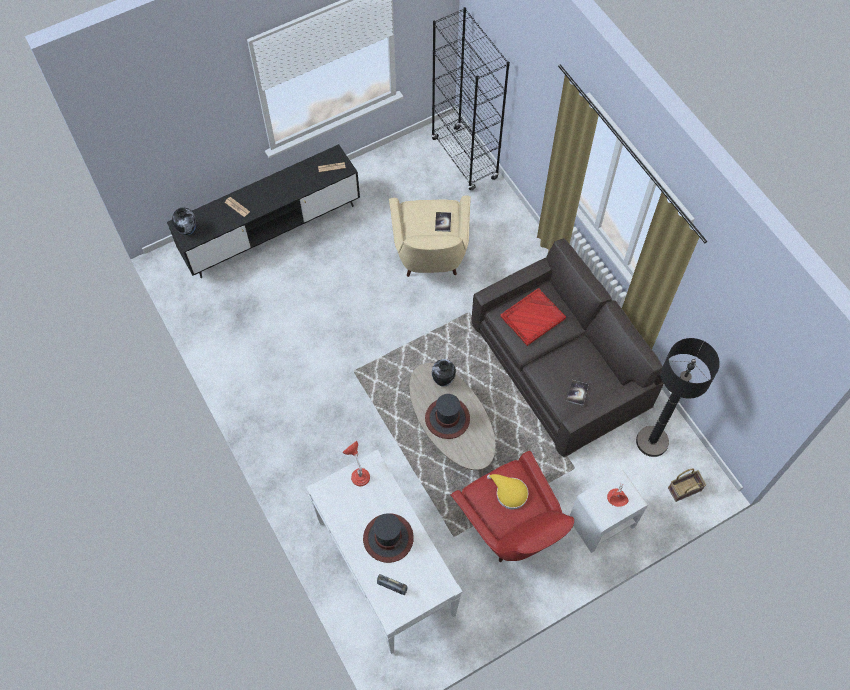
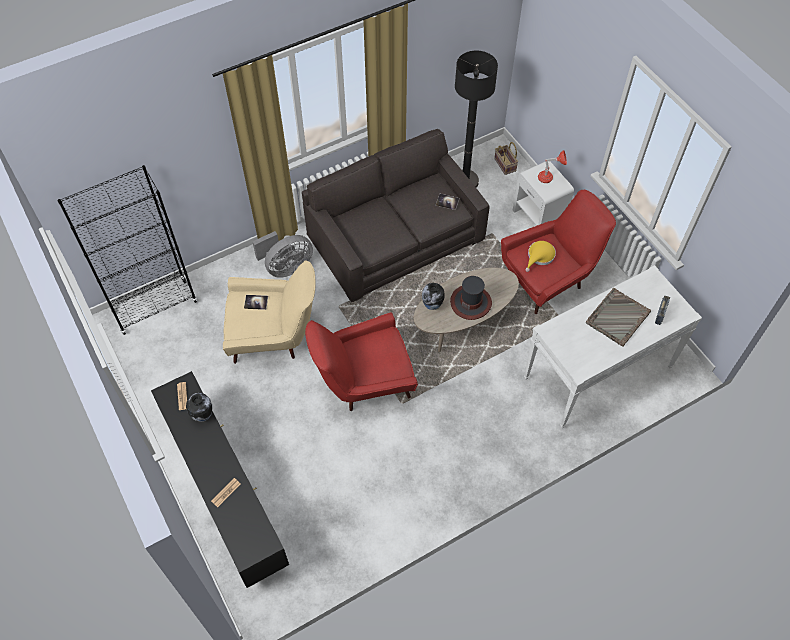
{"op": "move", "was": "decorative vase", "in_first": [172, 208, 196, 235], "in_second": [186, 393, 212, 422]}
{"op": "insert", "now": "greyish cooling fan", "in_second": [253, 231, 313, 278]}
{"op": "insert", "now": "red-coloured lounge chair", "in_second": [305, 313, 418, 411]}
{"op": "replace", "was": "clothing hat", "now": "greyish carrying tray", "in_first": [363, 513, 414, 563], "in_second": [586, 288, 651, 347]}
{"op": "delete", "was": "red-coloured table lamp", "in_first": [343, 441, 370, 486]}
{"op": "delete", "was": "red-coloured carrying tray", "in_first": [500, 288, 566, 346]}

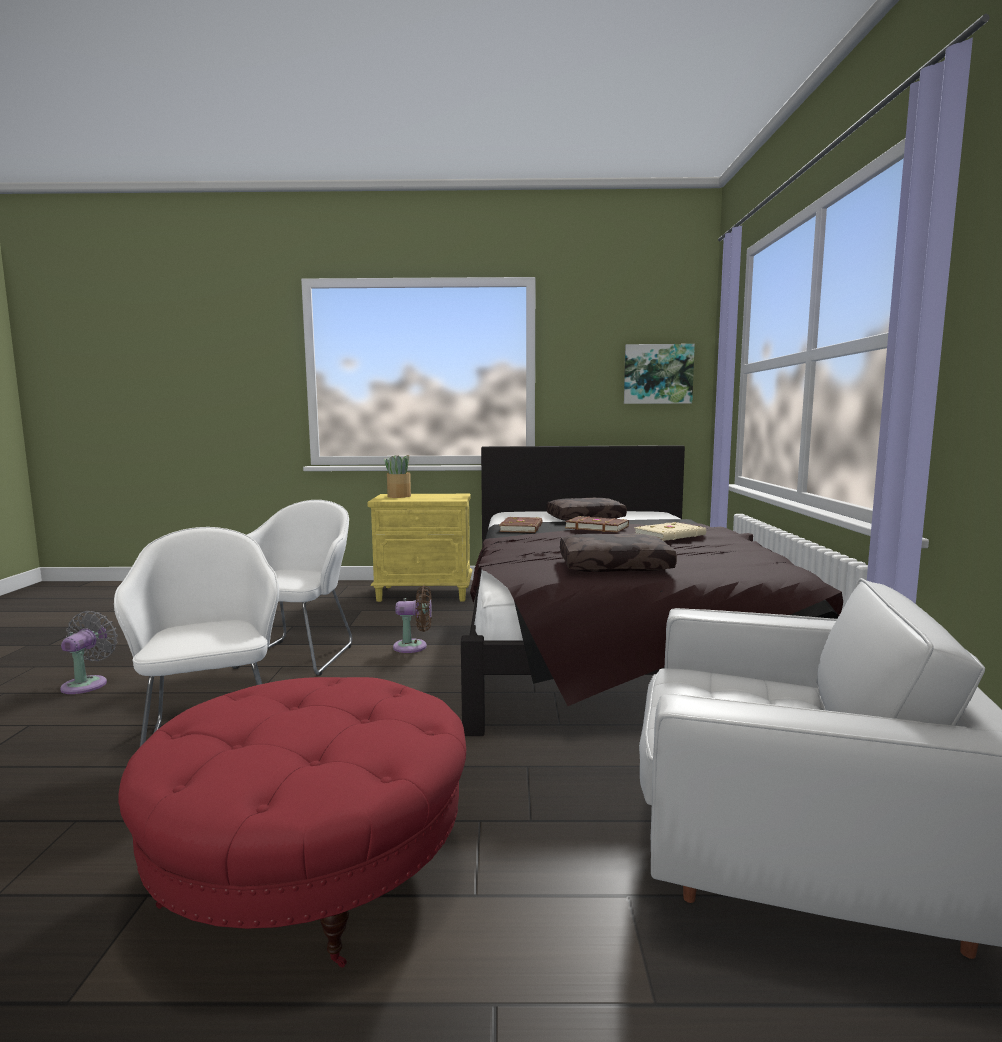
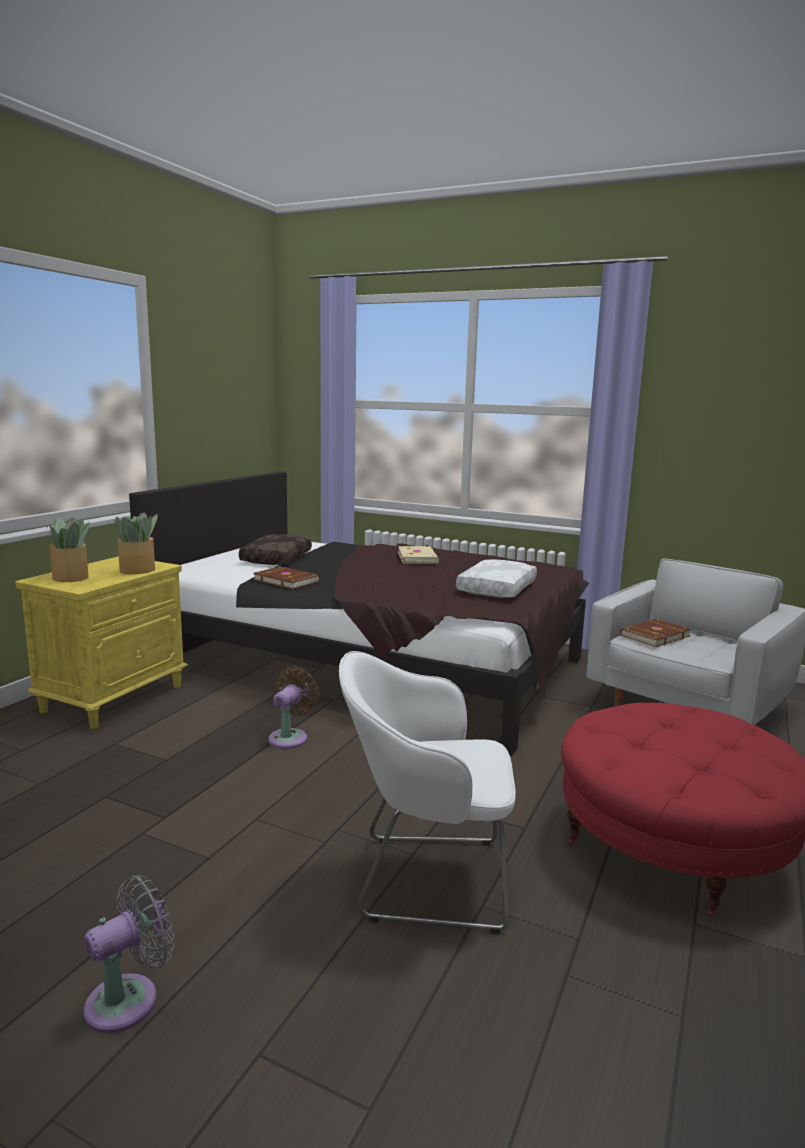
{"op": "rotate", "was": "greyish cooling fan", "in_first": [60, 611, 118, 694], "in_second": [83, 875, 174, 1033], "clockwise": 105}
{"op": "insert", "now": "potted plant", "in_second": [115, 512, 158, 574]}
{"op": "recolor", "was": "brownish throw pillow", "now": "whitish throw pillow", "in_first": [560, 533, 677, 572], "in_second": [456, 559, 537, 598]}
{"op": "move", "was": "brownish bound book", "in_first": [565, 516, 629, 532], "in_second": [620, 619, 691, 647]}
{"op": "delete", "was": "whitish lounge chair", "in_first": [232, 500, 352, 676]}
{"op": "delete", "was": "wall picture", "in_first": [624, 344, 695, 404]}

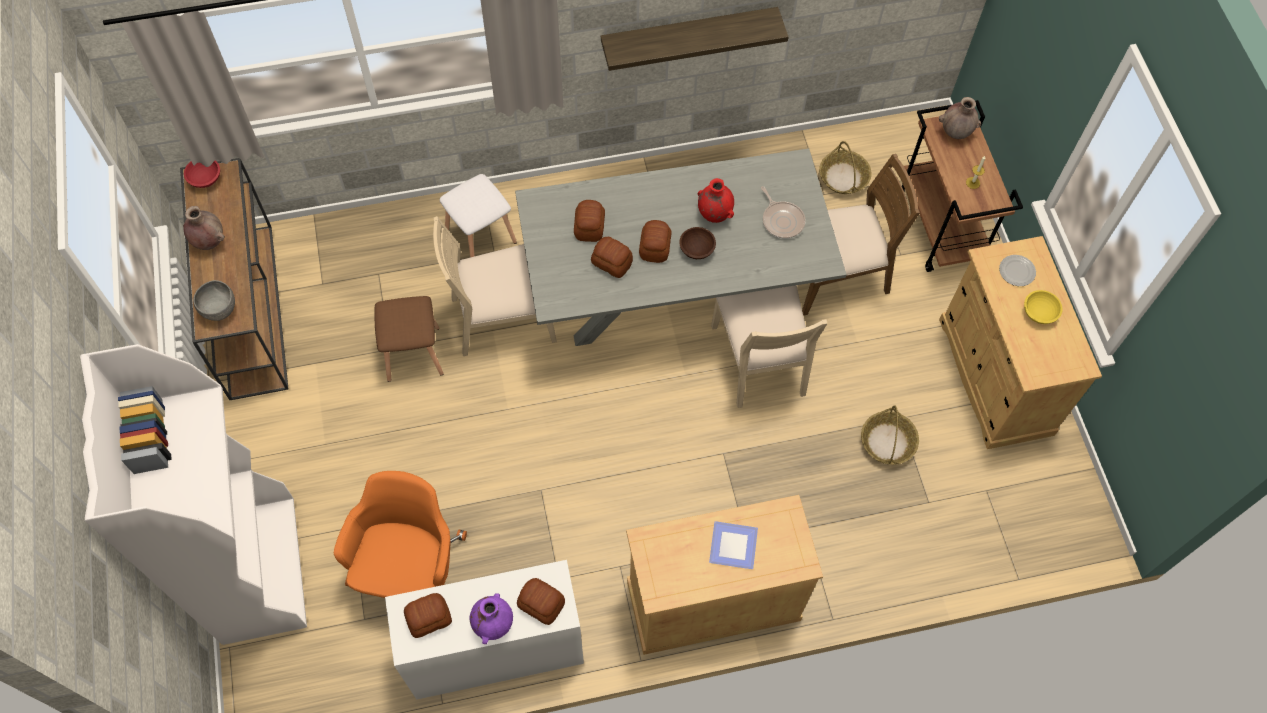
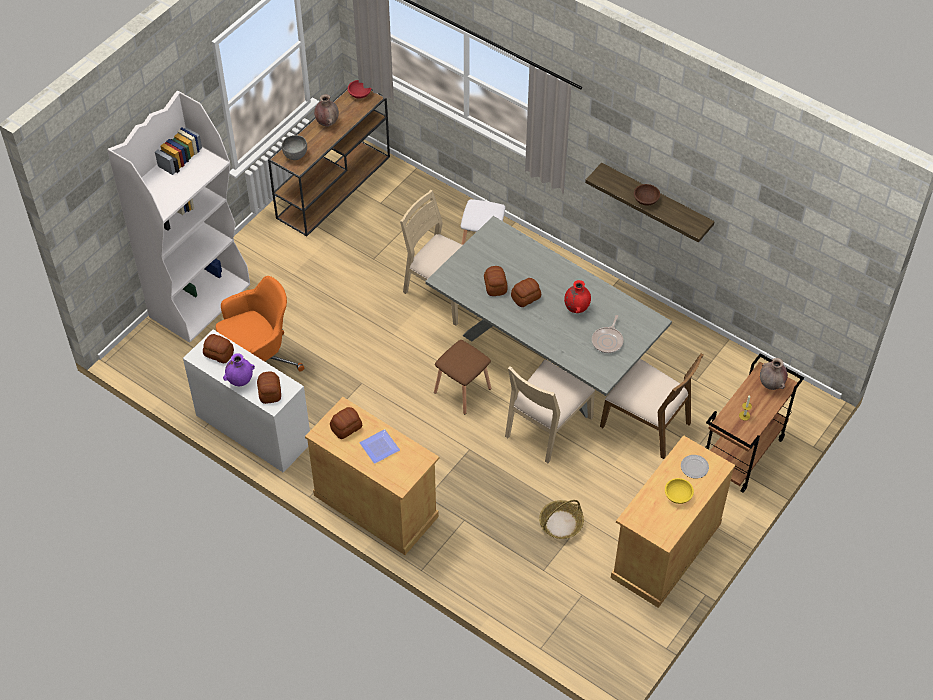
{"op": "move", "was": "baked bread", "in_first": [574, 200, 605, 242], "in_second": [330, 407, 362, 439]}
{"op": "move", "was": "brownish sitting stool", "in_first": [374, 296, 443, 382], "in_second": [434, 340, 491, 414]}
{"op": "move", "was": "brownish serving bowl", "in_first": [679, 227, 716, 259], "in_second": [634, 184, 660, 206]}
{"op": "delete", "was": "household basket", "in_first": [819, 141, 872, 194]}

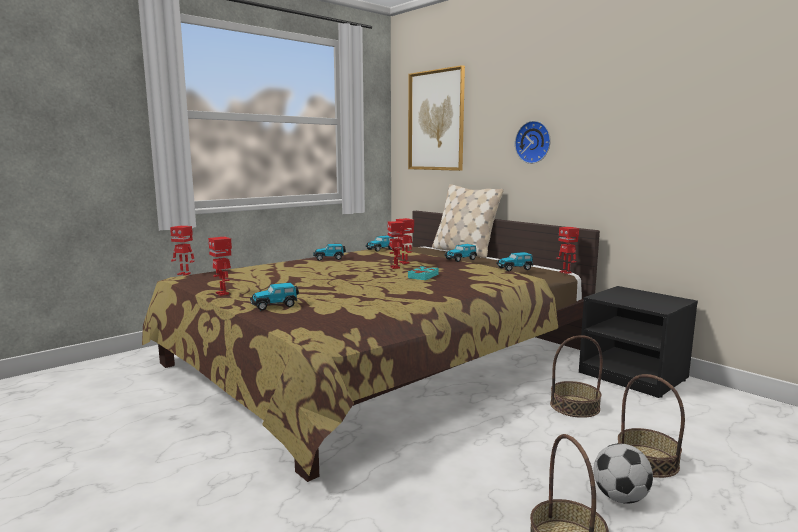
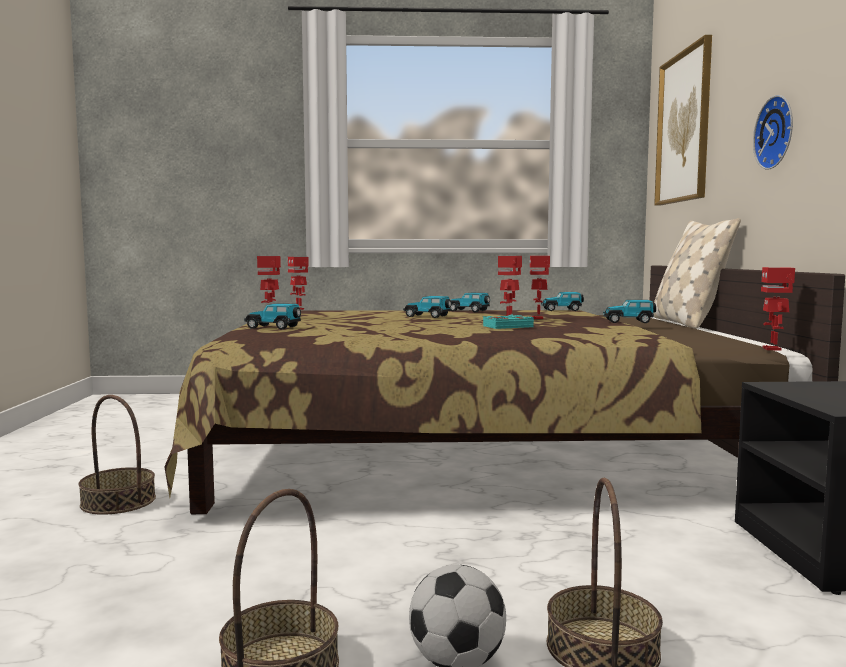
{"op": "move", "was": "household basket", "in_first": [550, 335, 603, 418], "in_second": [78, 395, 156, 515]}
{"op": "move", "was": "miniature car", "in_first": [496, 252, 533, 271], "in_second": [403, 296, 451, 318]}

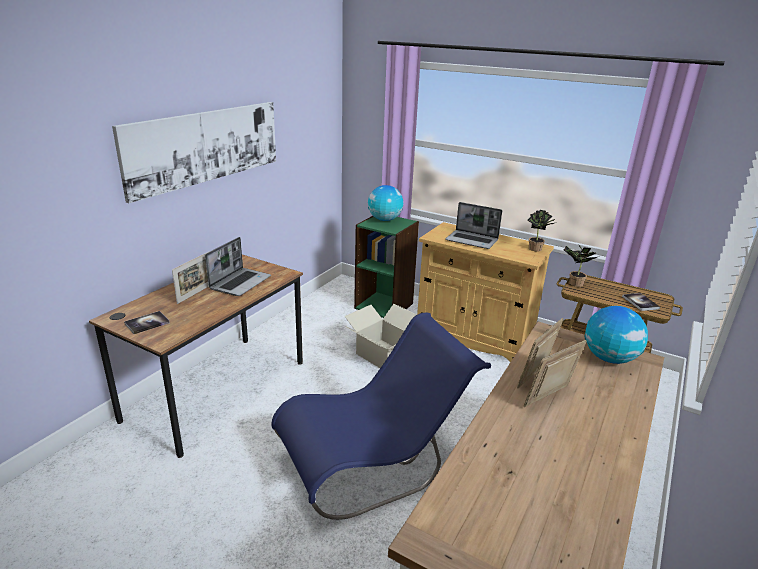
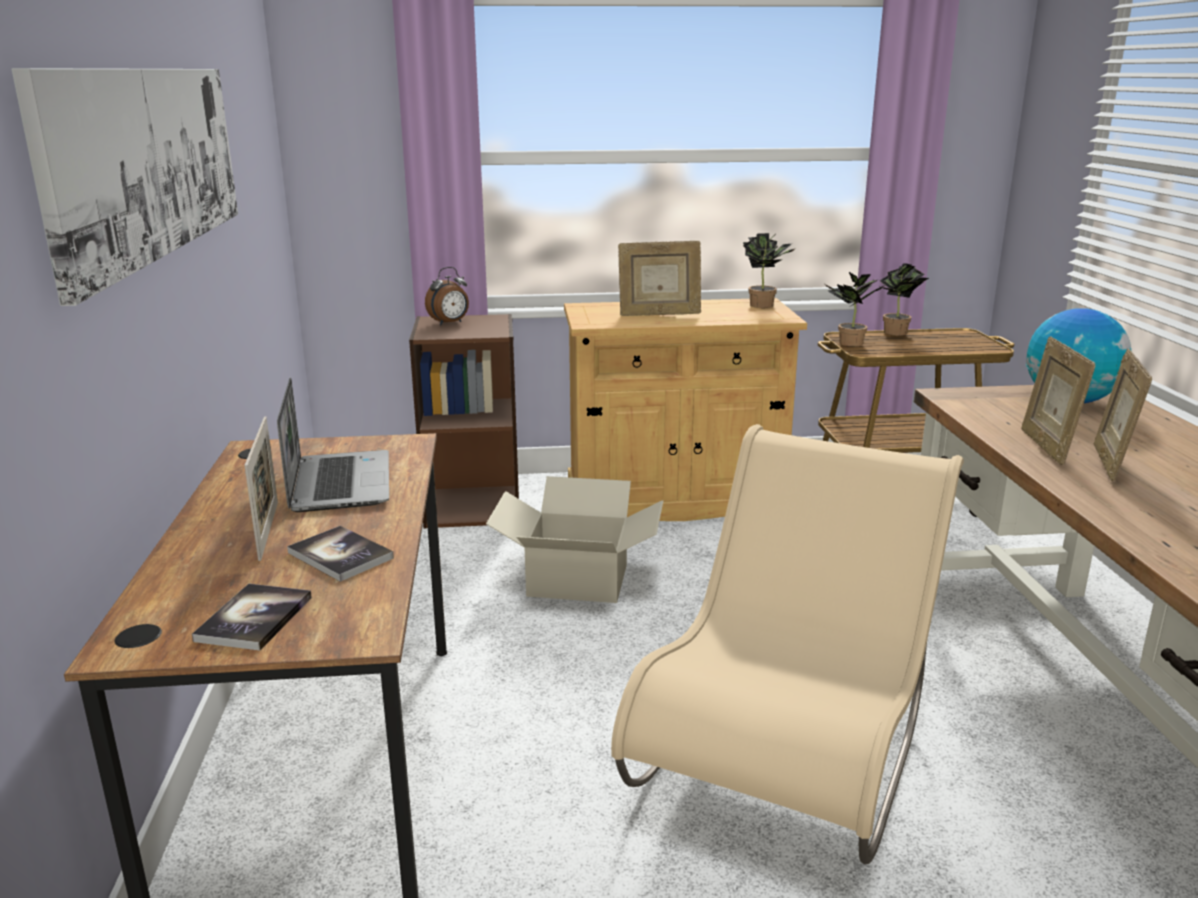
{"op": "move", "was": "bound book", "in_first": [622, 293, 660, 311], "in_second": [287, 526, 394, 582]}
{"op": "recolor", "was": "green-coloured bookshelf", "now": "brownish bookshelf", "in_first": [354, 216, 419, 318], "in_second": [409, 314, 519, 528]}
{"op": "replace", "was": "globe", "now": "bedside clock", "in_first": [368, 185, 403, 221], "in_second": [425, 267, 469, 325]}
{"op": "recolor", "was": "bluish chair", "now": "beige-coloured chair", "in_first": [271, 312, 491, 520], "in_second": [611, 424, 964, 865]}
{"op": "replace", "was": "laptop", "now": "picture frame", "in_first": [445, 202, 502, 249], "in_second": [618, 241, 701, 316]}
{"op": "insert", "now": "potted plant", "in_second": [878, 263, 929, 336]}

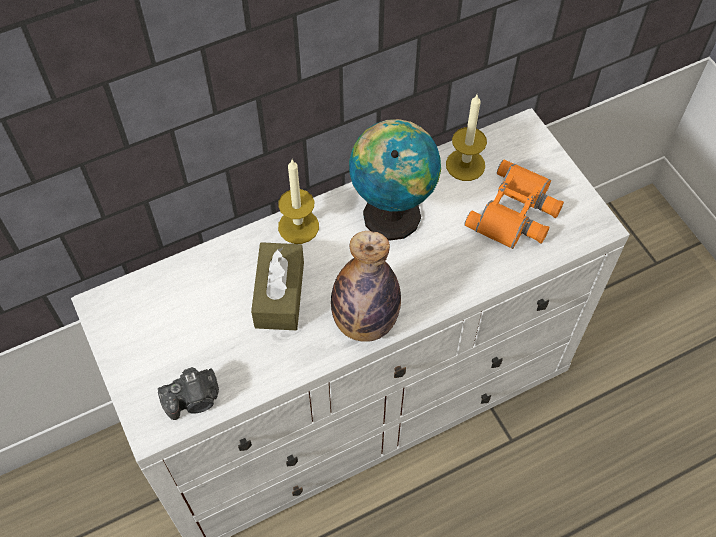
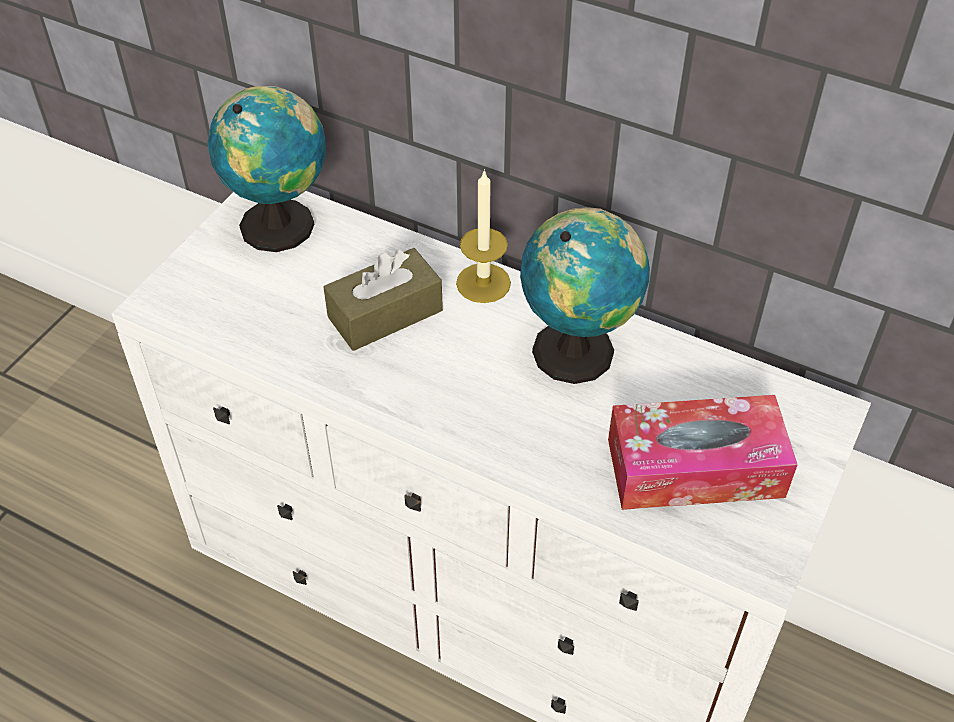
{"op": "insert", "now": "globe", "in_second": [207, 86, 326, 252]}
{"op": "replace", "was": "orange field glasses", "now": "box of tissues", "in_first": [465, 160, 564, 249], "in_second": [608, 395, 798, 510]}
{"op": "delete", "was": "photo camera", "in_first": [158, 367, 219, 420]}
{"op": "delete", "was": "bottle", "in_first": [331, 231, 401, 342]}
{"op": "delete", "was": "wax candle", "in_first": [446, 95, 487, 181]}

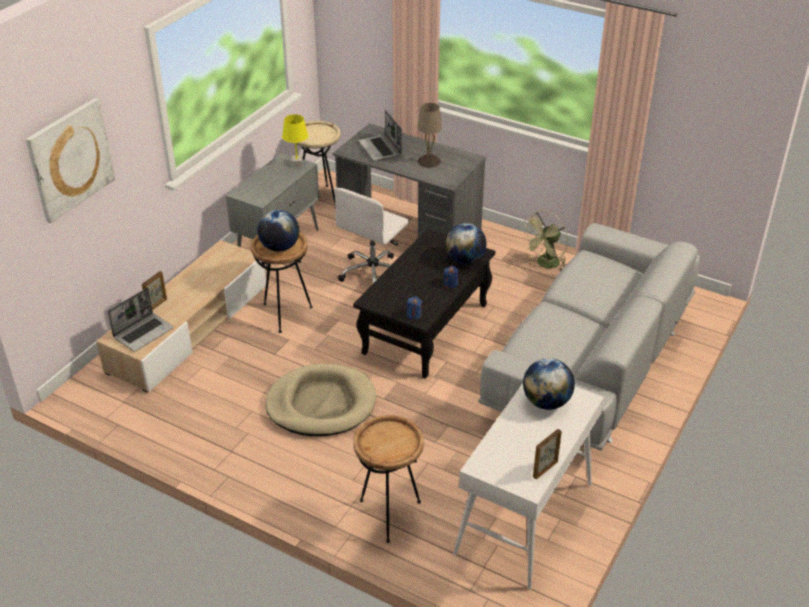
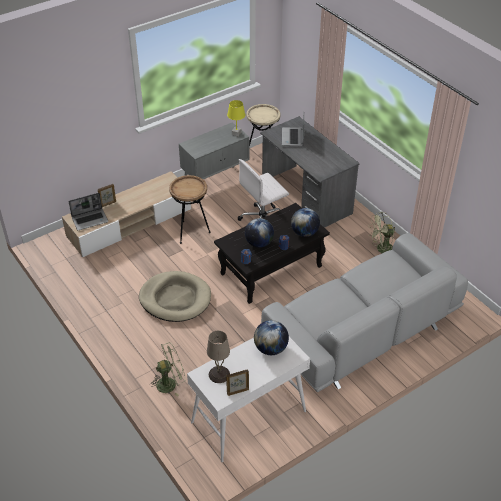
{"op": "replace", "was": "brownish accent table", "now": "green-coloured cooling fan", "in_first": [353, 415, 424, 543], "in_second": [150, 342, 186, 397]}
{"op": "move", "was": "beige-coloured table lamp", "in_first": [417, 103, 442, 168], "in_second": [207, 331, 230, 383]}
{"op": "move", "was": "globe", "in_first": [257, 210, 299, 252], "in_second": [245, 218, 274, 248]}
{"op": "delete", "was": "wall picture", "in_first": [26, 98, 115, 223]}

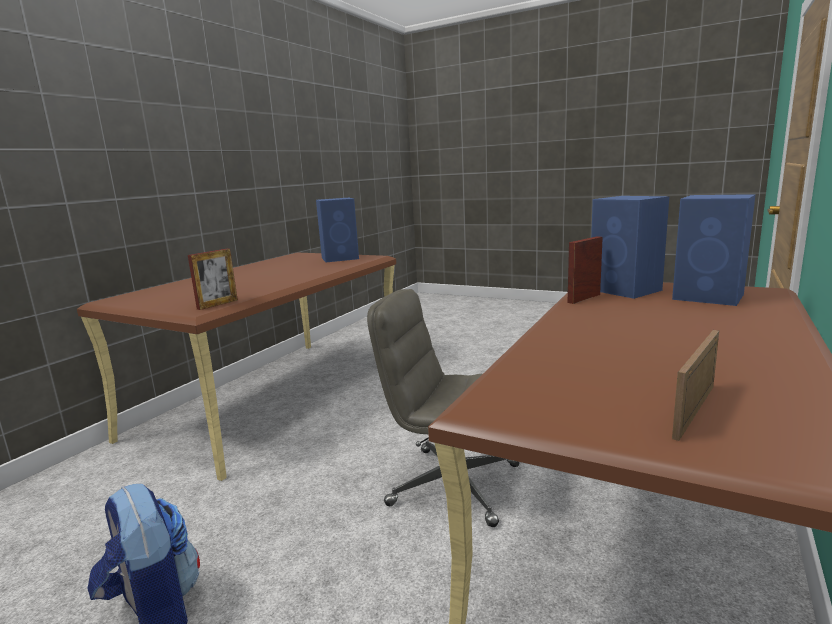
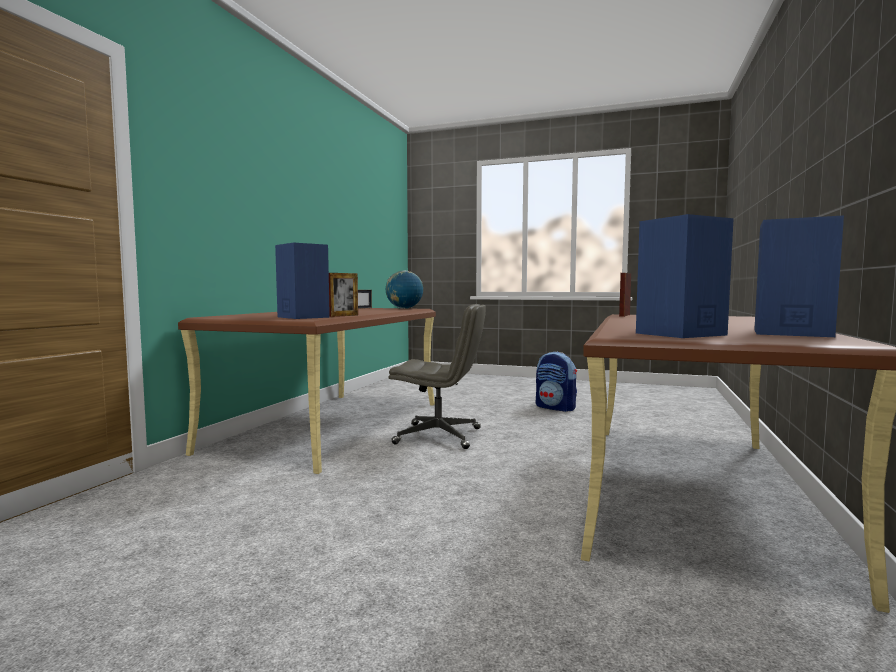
{"op": "insert", "now": "globe", "in_second": [386, 271, 423, 309]}
{"op": "move", "was": "bluish audio speaker", "in_first": [672, 194, 756, 306], "in_second": [754, 215, 844, 337]}

